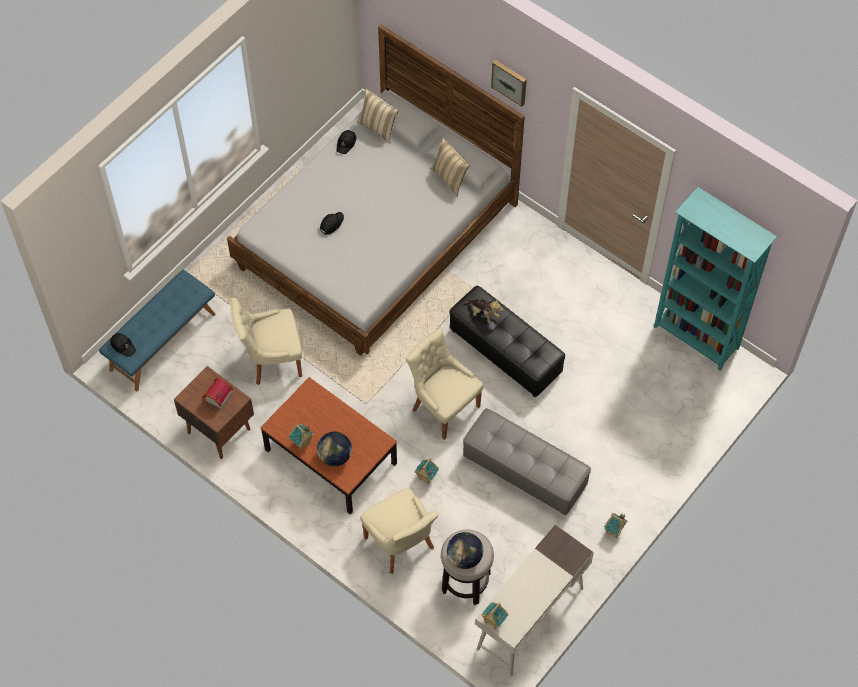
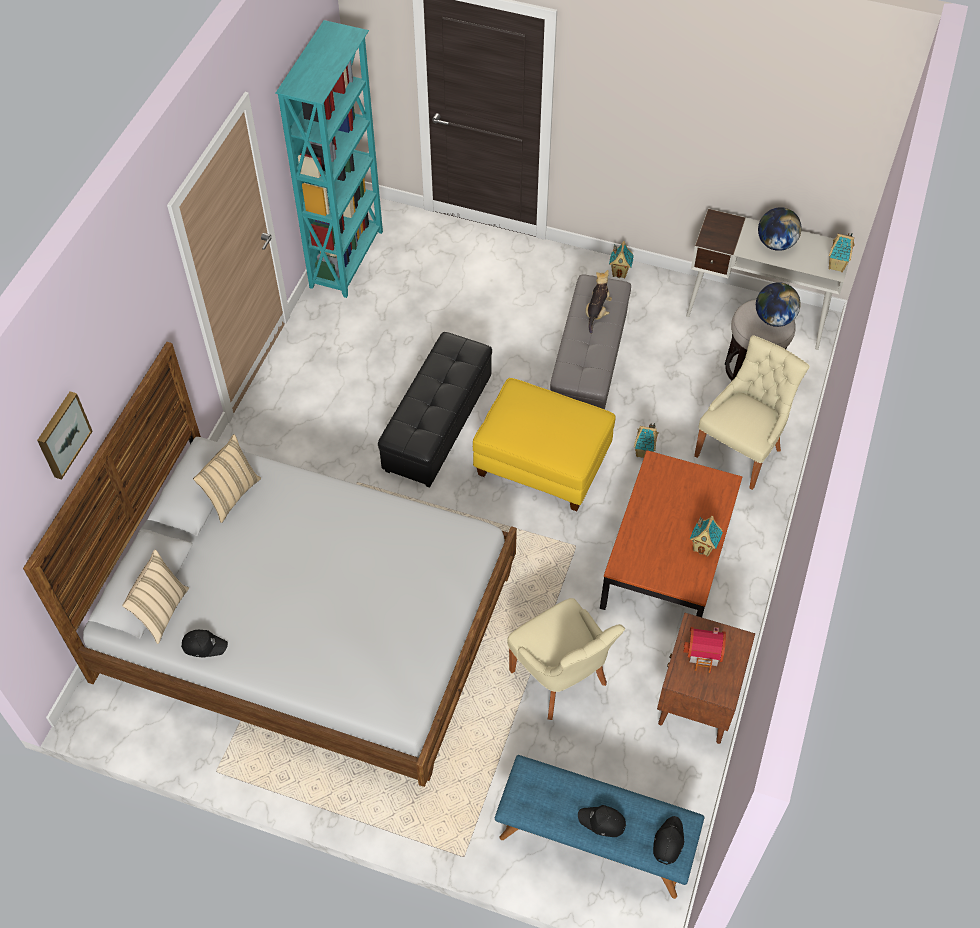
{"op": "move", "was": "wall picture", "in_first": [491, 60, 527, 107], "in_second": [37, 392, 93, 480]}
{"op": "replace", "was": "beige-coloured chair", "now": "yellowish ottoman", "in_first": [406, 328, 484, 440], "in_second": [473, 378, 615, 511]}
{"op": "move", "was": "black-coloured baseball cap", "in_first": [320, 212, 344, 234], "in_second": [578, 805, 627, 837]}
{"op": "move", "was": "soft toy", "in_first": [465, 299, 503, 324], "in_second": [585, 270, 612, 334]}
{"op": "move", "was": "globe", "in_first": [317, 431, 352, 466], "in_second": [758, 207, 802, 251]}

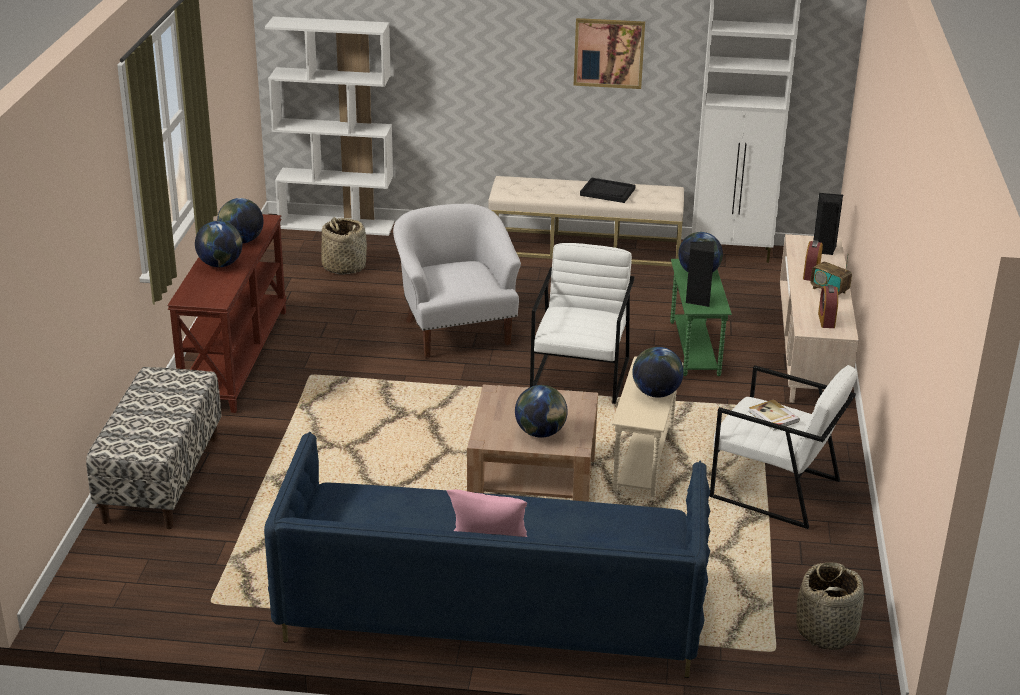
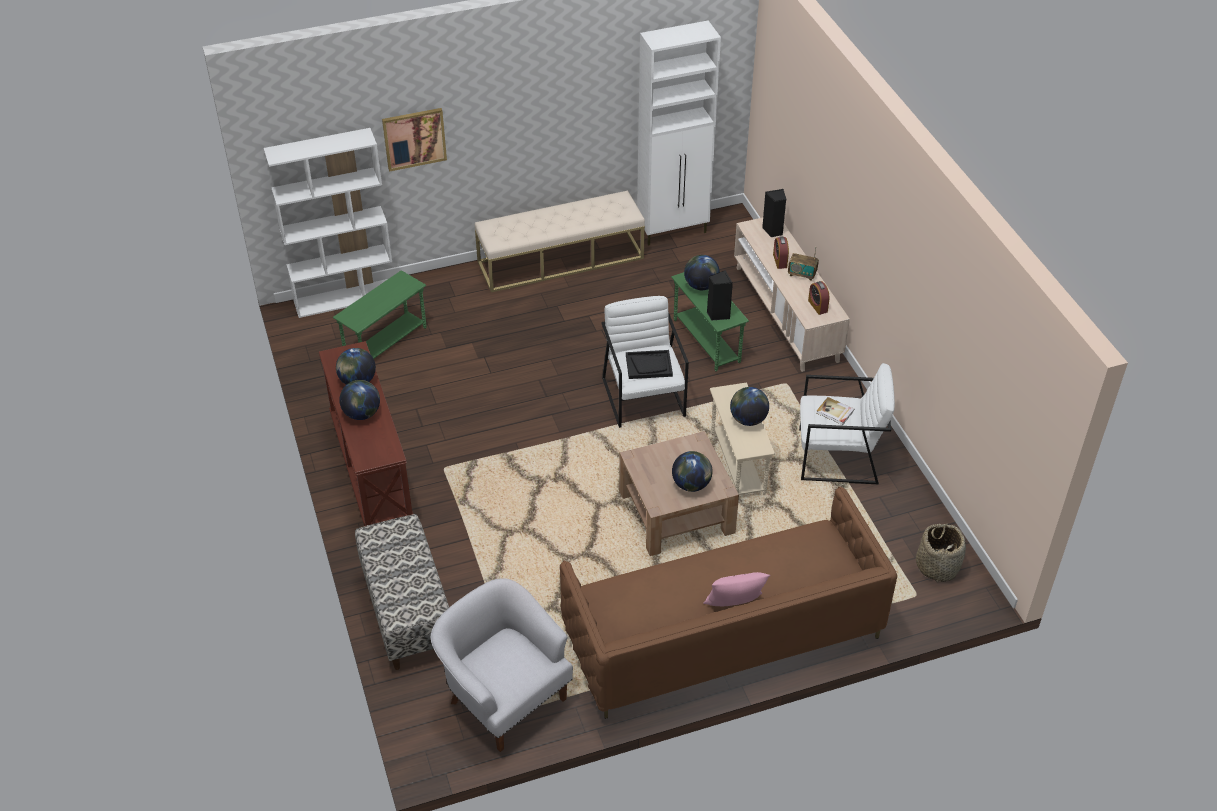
{"op": "replace", "was": "household basket", "now": "green-coloured accent table", "in_first": [321, 217, 367, 275], "in_second": [333, 270, 427, 359]}
{"op": "move", "was": "wall picture", "in_first": [574, 18, 645, 89], "in_second": [382, 108, 447, 172]}
{"op": "move", "was": "whitish lounge chair", "in_first": [393, 204, 521, 358], "in_second": [430, 578, 573, 752]}
{"op": "recolor", "was": "bluish sofa", "now": "brownish sofa", "in_first": [264, 432, 710, 678], "in_second": [560, 486, 897, 719]}
{"op": "move", "was": "black-coloured carrying tray", "in_first": [580, 178, 636, 203], "in_second": [626, 350, 673, 379]}

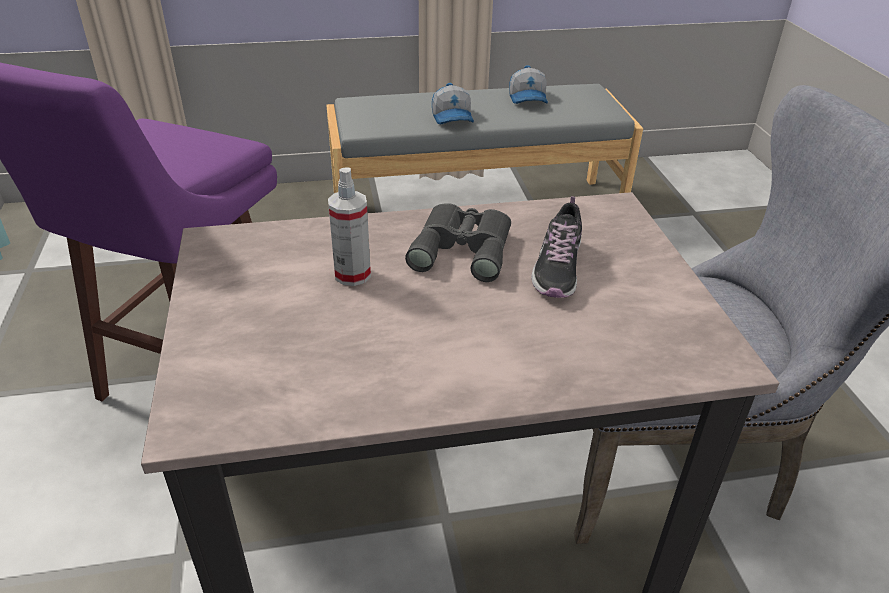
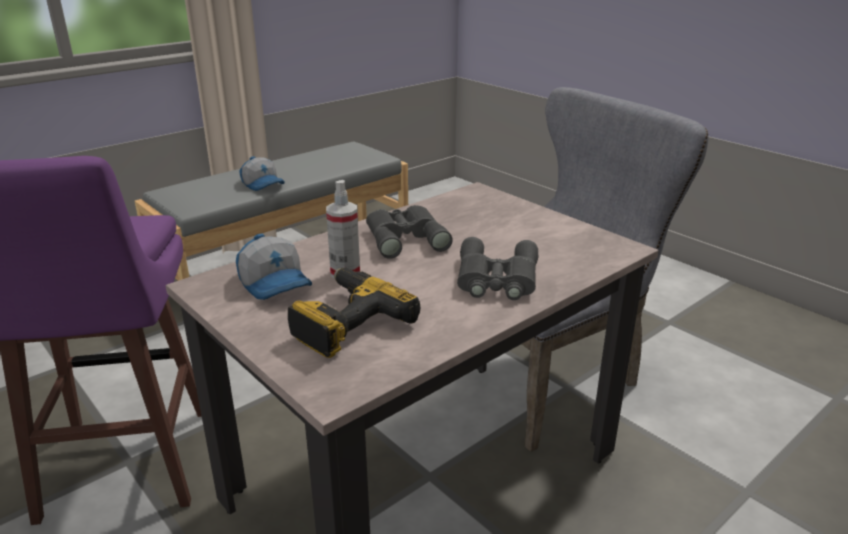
{"op": "move", "was": "baseball cap", "in_first": [509, 65, 548, 104], "in_second": [236, 233, 312, 300]}
{"op": "insert", "now": "drill", "in_second": [288, 268, 421, 358]}
{"op": "insert", "now": "greyish field glasses", "in_second": [457, 237, 538, 300]}
{"op": "delete", "was": "item of footwear", "in_first": [531, 196, 582, 298]}

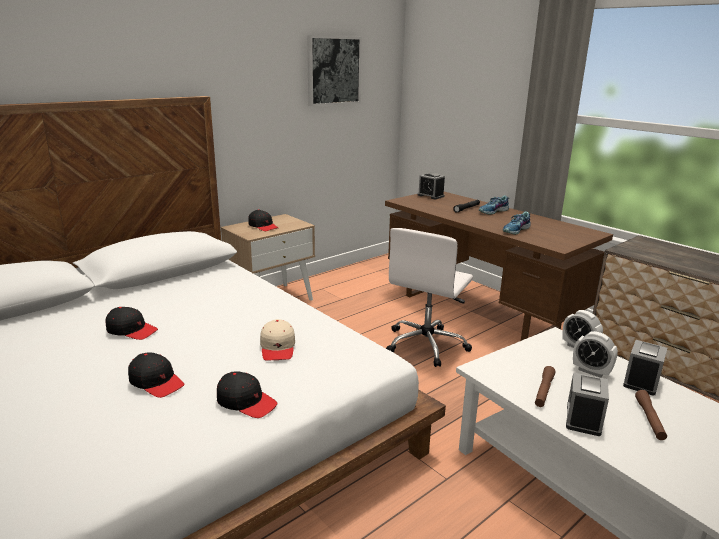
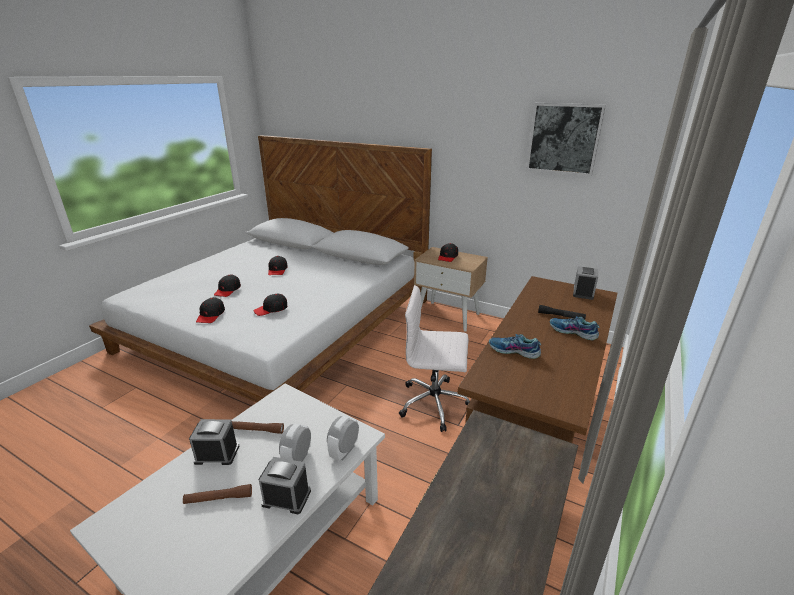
{"op": "recolor", "was": "beige-coloured baseball cap", "now": "black-coloured baseball cap", "in_first": [260, 319, 295, 361], "in_second": [254, 294, 288, 316]}

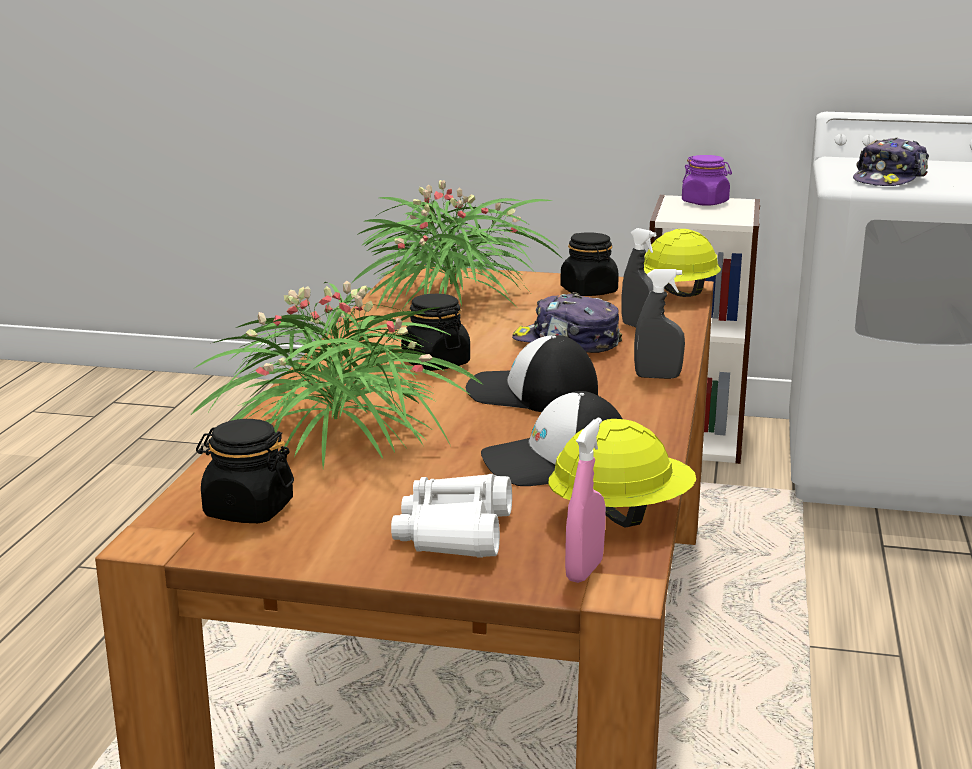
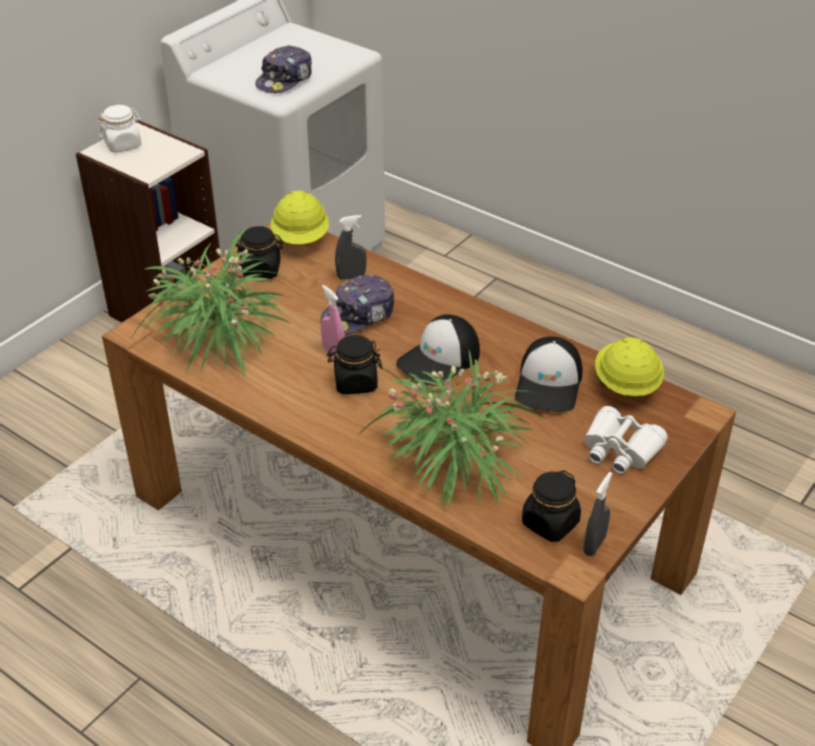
{"op": "recolor", "was": "purplish storage jar", "now": "whitish storage jar", "in_first": [682, 155, 732, 206], "in_second": [98, 105, 142, 153]}
{"op": "rotate", "was": "baseball cap", "in_first": [853, 137, 929, 186], "in_second": [255, 45, 312, 93], "clockwise": 60}
{"op": "move", "was": "pink-coloured hand sprayer", "in_first": [565, 418, 606, 583], "in_second": [321, 285, 345, 356]}
{"op": "move", "was": "greyish hand sprayer", "in_first": [634, 269, 685, 379], "in_second": [583, 472, 612, 556]}

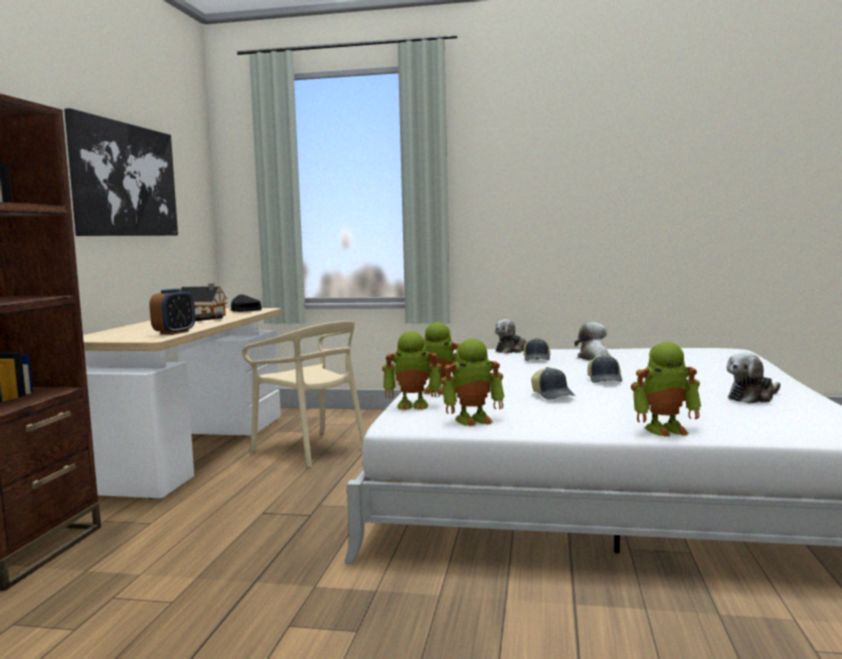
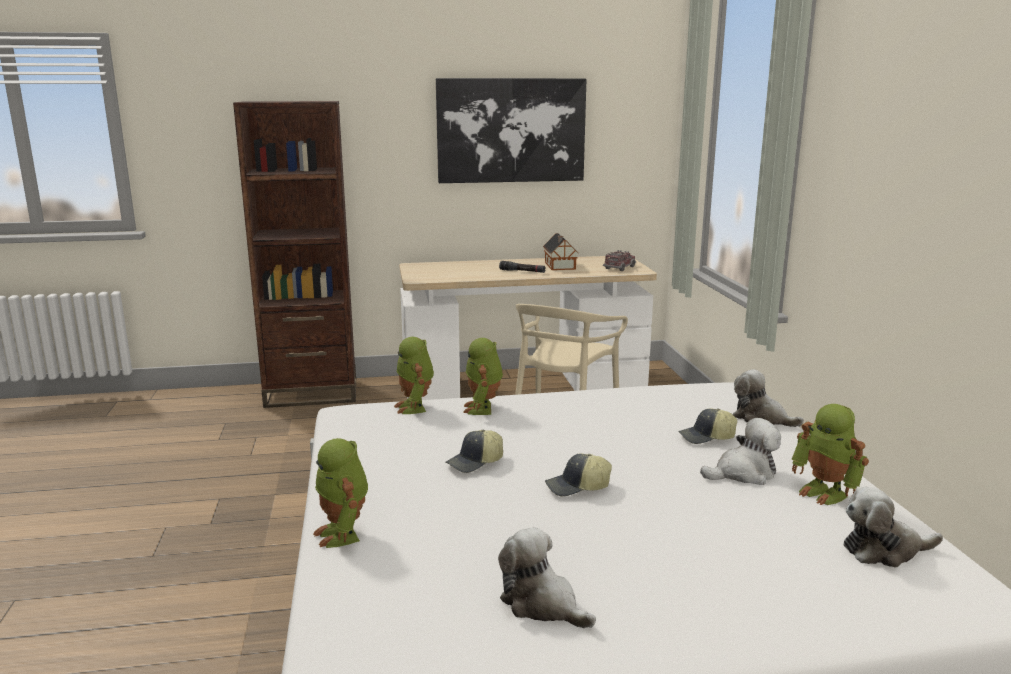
{"op": "replace", "was": "black-coloured baseball cap", "now": "toy lorry", "in_first": [229, 295, 262, 312], "in_second": [603, 250, 636, 271]}
{"op": "move", "was": "toy robot", "in_first": [440, 338, 504, 427], "in_second": [792, 404, 869, 505]}
{"op": "insert", "now": "soft toy", "in_second": [844, 487, 943, 567]}
{"op": "delete", "was": "bedside clock", "in_first": [150, 289, 195, 335]}

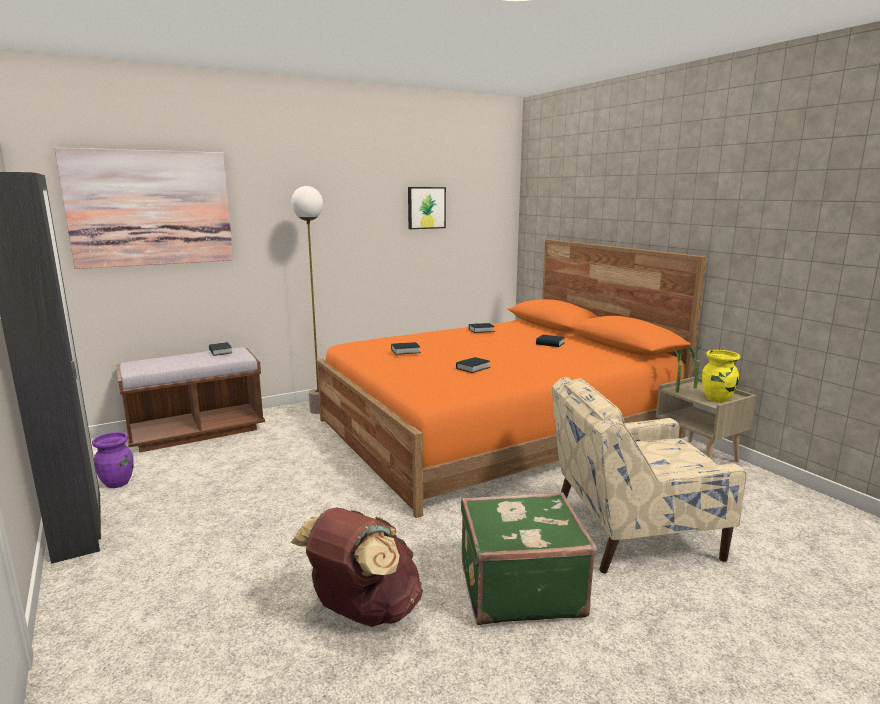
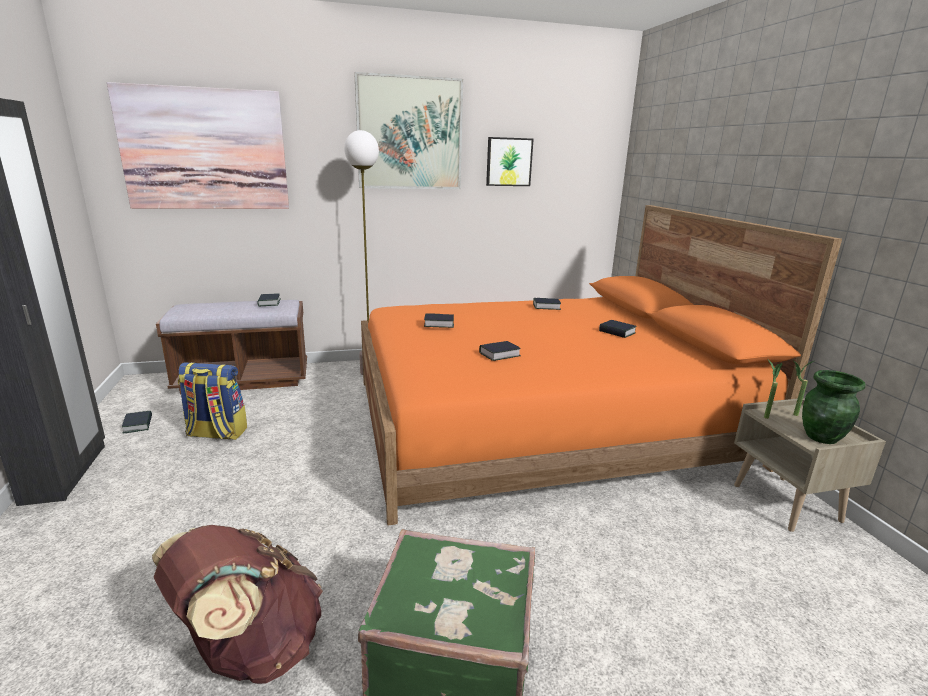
{"op": "replace", "was": "purplish decorative vase", "now": "bound book", "in_first": [92, 432, 134, 488], "in_second": [122, 411, 152, 433]}
{"op": "insert", "now": "rucksack", "in_second": [178, 362, 247, 440]}
{"op": "insert", "now": "wall picture", "in_second": [354, 72, 463, 189]}
{"op": "recolor", "was": "yellowish decorative vase", "now": "green-coloured decorative vase", "in_first": [702, 350, 740, 402], "in_second": [802, 370, 865, 444]}
{"op": "delete", "was": "beige-coloured lounge chair", "in_first": [552, 377, 747, 574]}

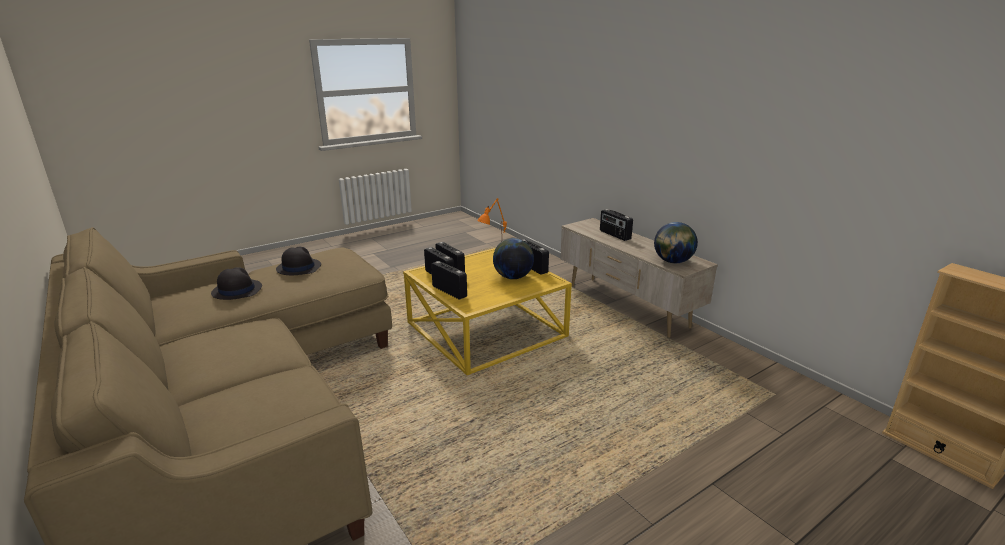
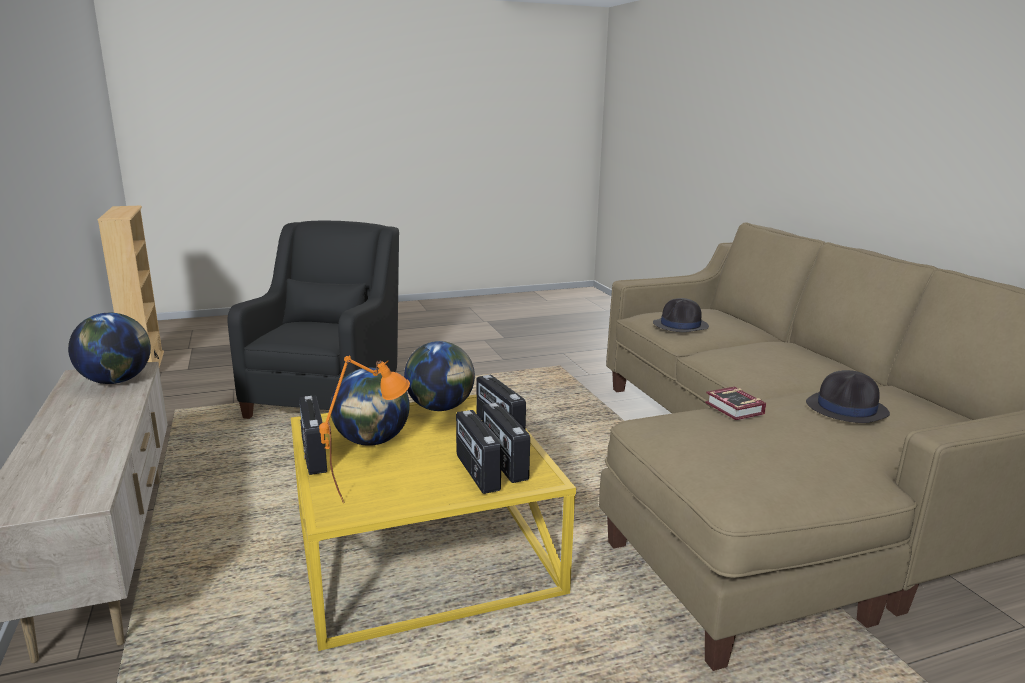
{"op": "insert", "now": "black-coloured lounge chair", "in_second": [227, 220, 399, 419]}
{"op": "insert", "now": "globe", "in_second": [404, 341, 475, 411]}
{"op": "move", "was": "black-coloured clothing hat", "in_first": [276, 247, 321, 275], "in_second": [653, 298, 709, 332]}
{"op": "insert", "now": "bound book", "in_second": [705, 387, 766, 420]}
{"op": "delete", "was": "radio set", "in_first": [600, 209, 633, 241]}

